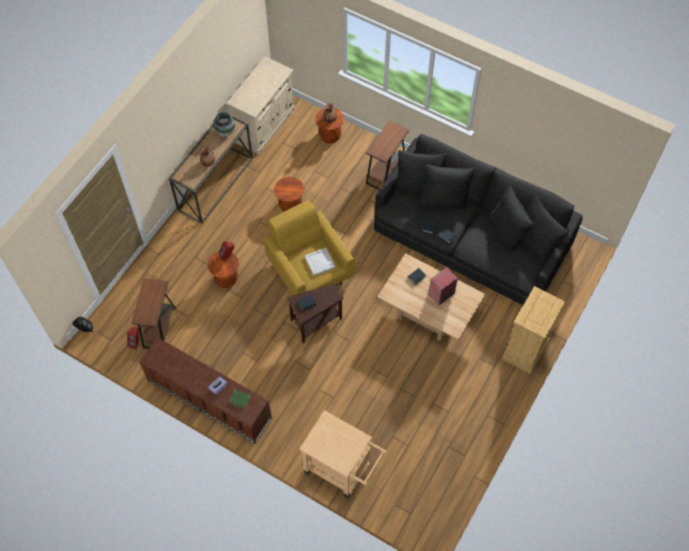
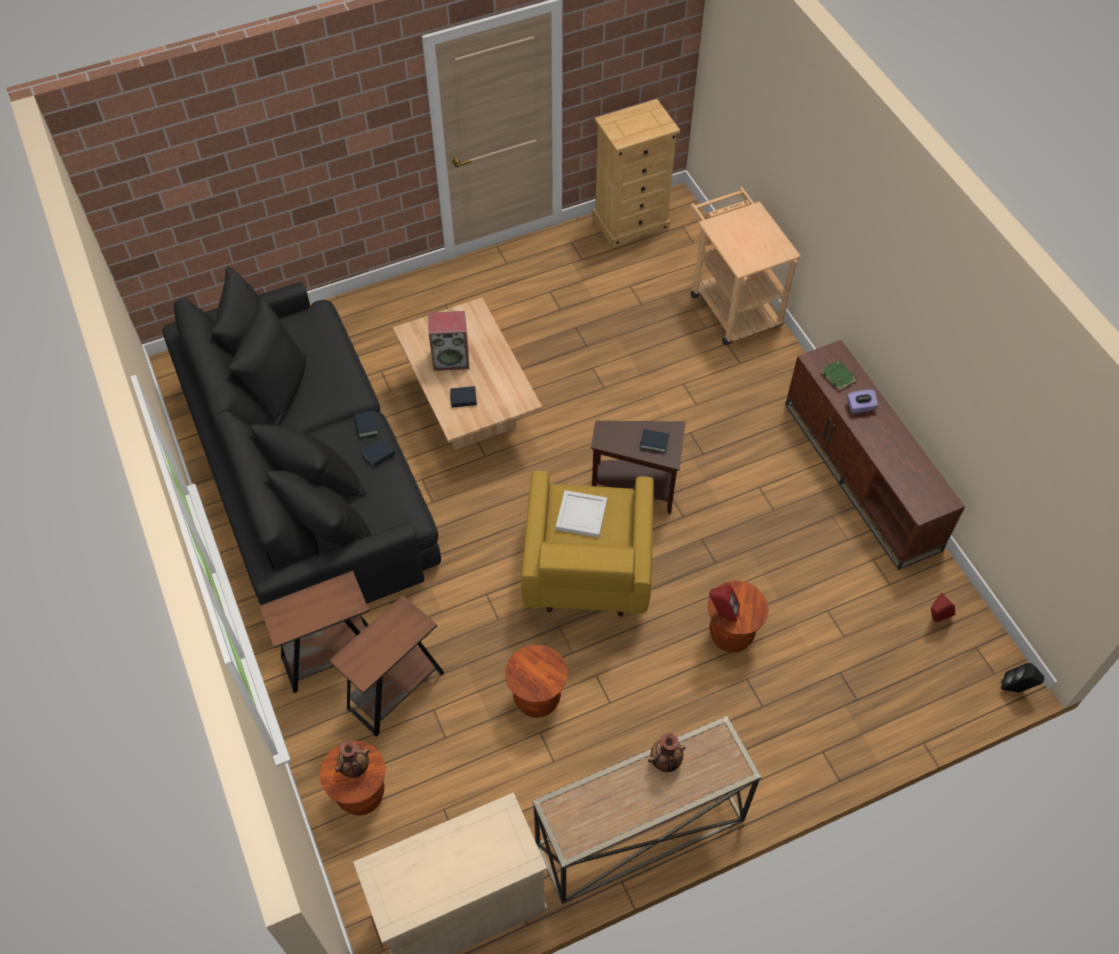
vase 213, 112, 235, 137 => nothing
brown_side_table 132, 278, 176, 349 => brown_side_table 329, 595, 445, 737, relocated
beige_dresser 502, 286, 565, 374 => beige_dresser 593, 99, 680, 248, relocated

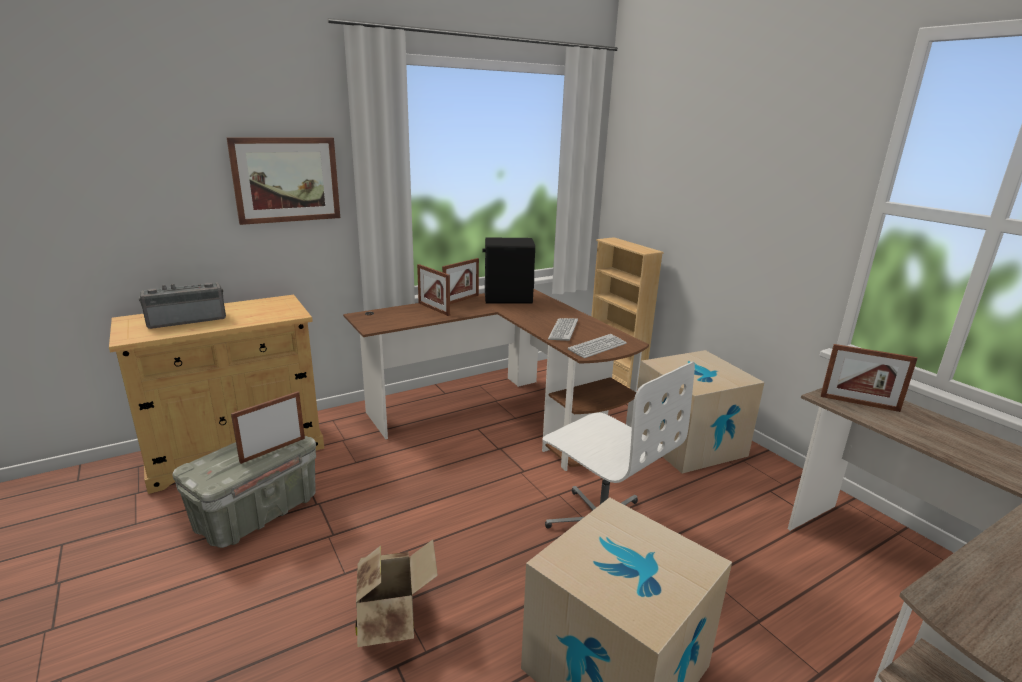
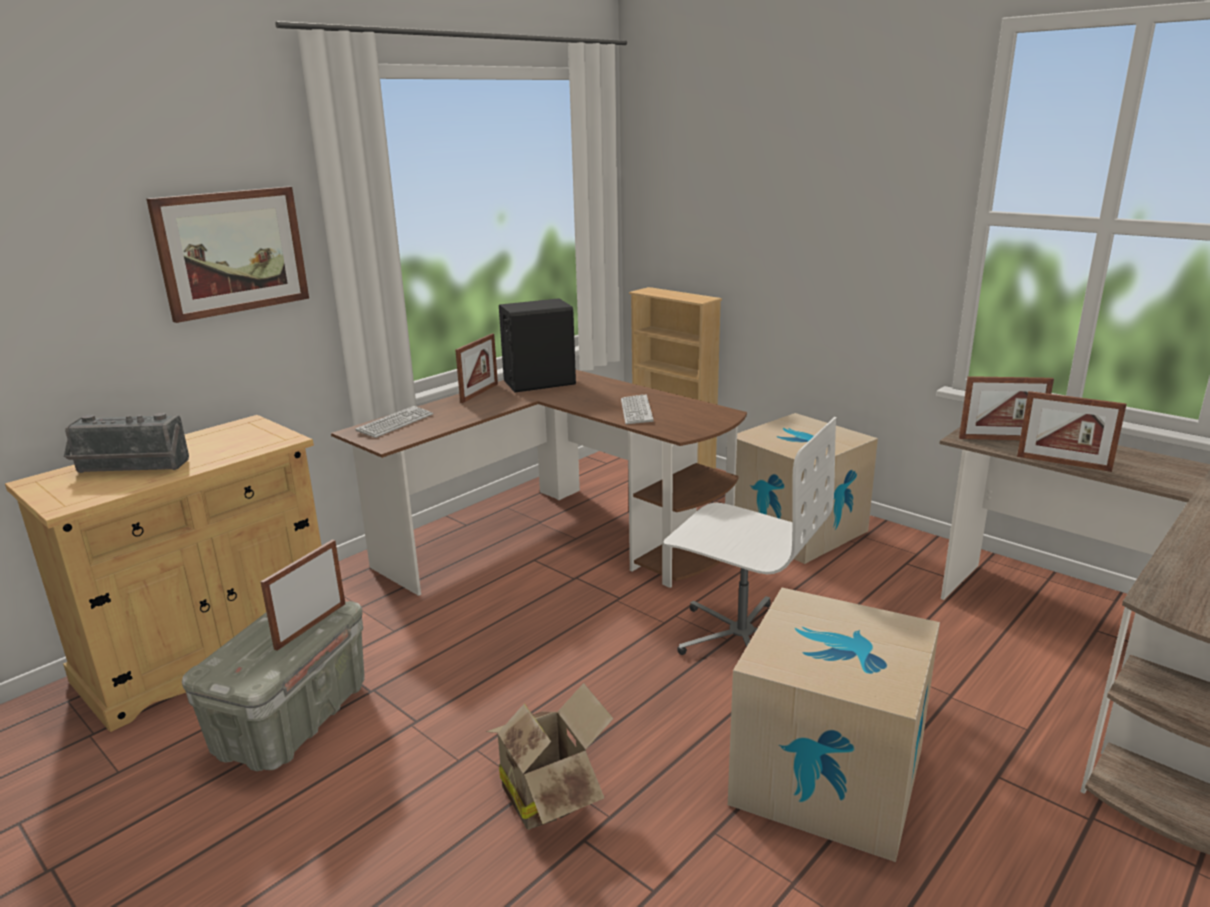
picture_frame 417, 264, 450, 316 => picture_frame 1017, 391, 1127, 472, relocated
keyboard 568, 334, 627, 358 => keyboard 355, 406, 433, 438, relocated
radio 139, 282, 226, 329 => radio 64, 413, 189, 473, 135 degrees counterclockwise

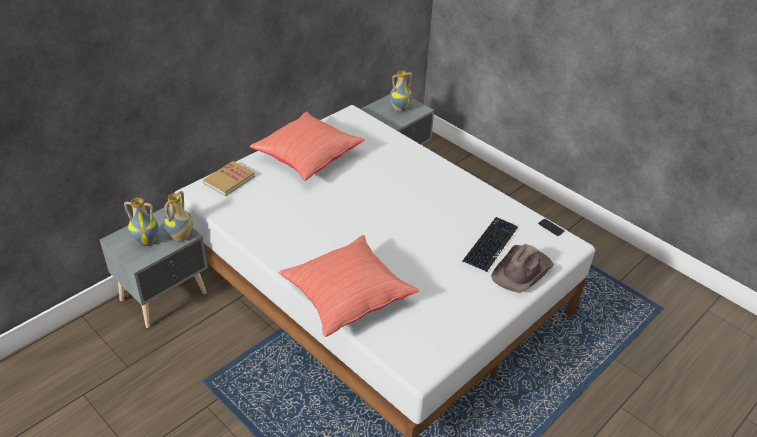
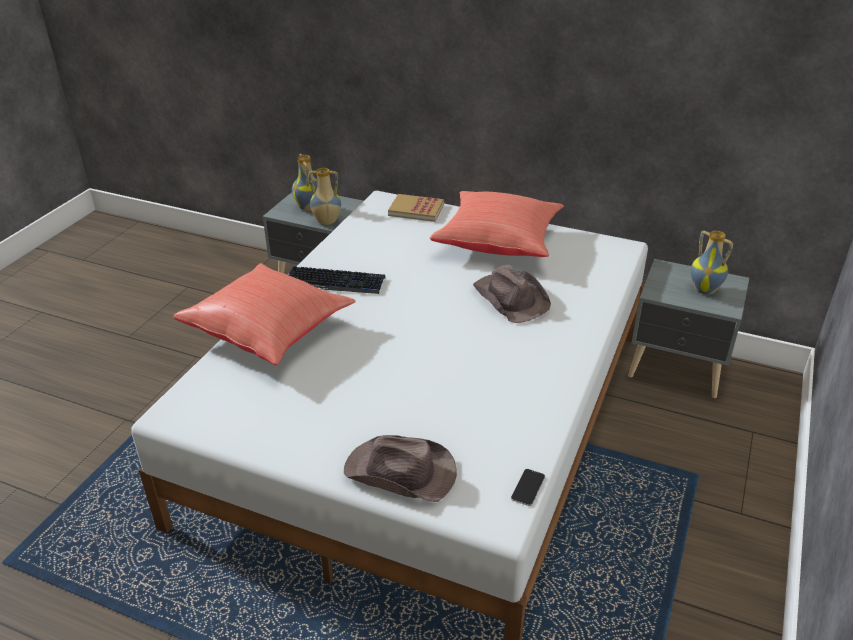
nothing => brown_hat 473, 265, 551, 323
keyboard 462, 217, 518, 272 => keyboard 289, 266, 385, 294, relocated

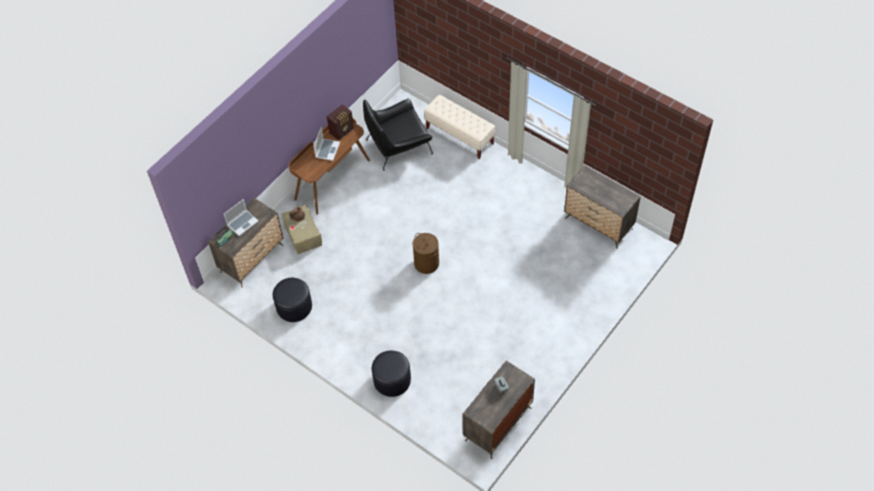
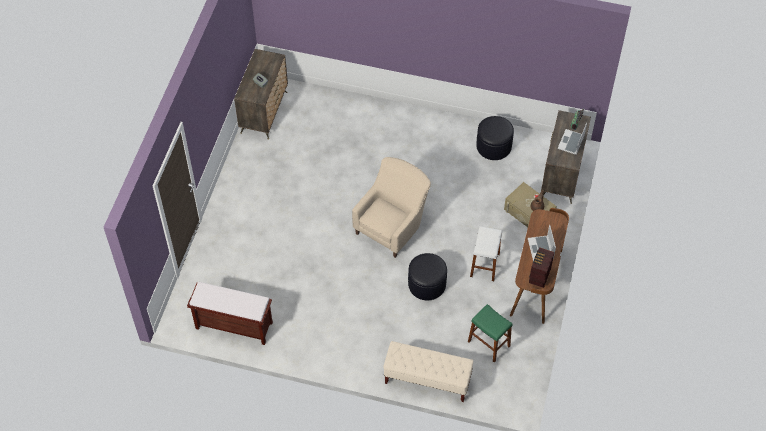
nothing => white_stool 470, 226, 502, 281
black_ottoman 372, 351, 411, 397 => black_ottoman 408, 253, 447, 300, relocated
black_armchair 363, 99, 433, 171 => green_stool 468, 304, 513, 362
brown_laundry_basket 413, 233, 439, 274 => beige_armchair 352, 157, 431, 258
dresser 564, 165, 641, 249 => brown_bench 187, 281, 273, 345

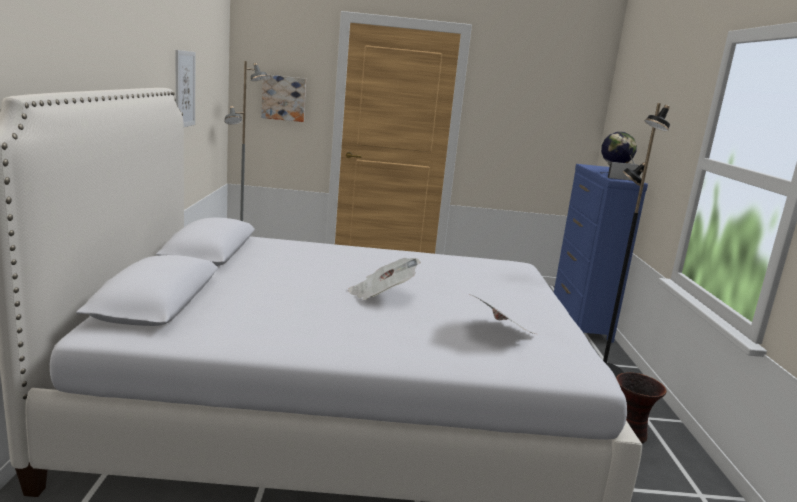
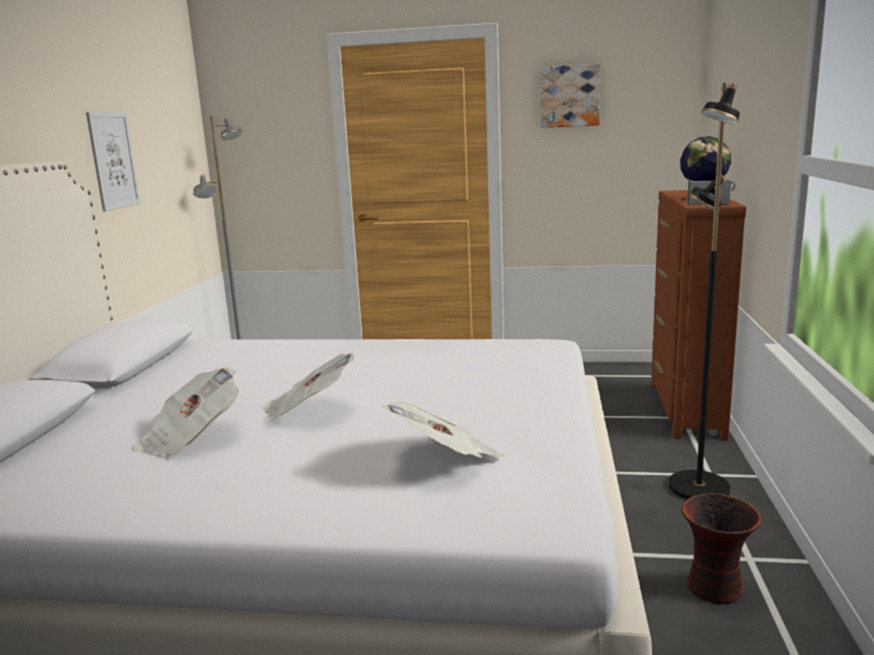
nothing => newspaper 135, 367, 239, 455
picture 261, 75, 306, 122 => picture 540, 64, 601, 128, relocated
blue_dresser 554, 164, 648, 343 => brown_dresser 651, 190, 746, 440

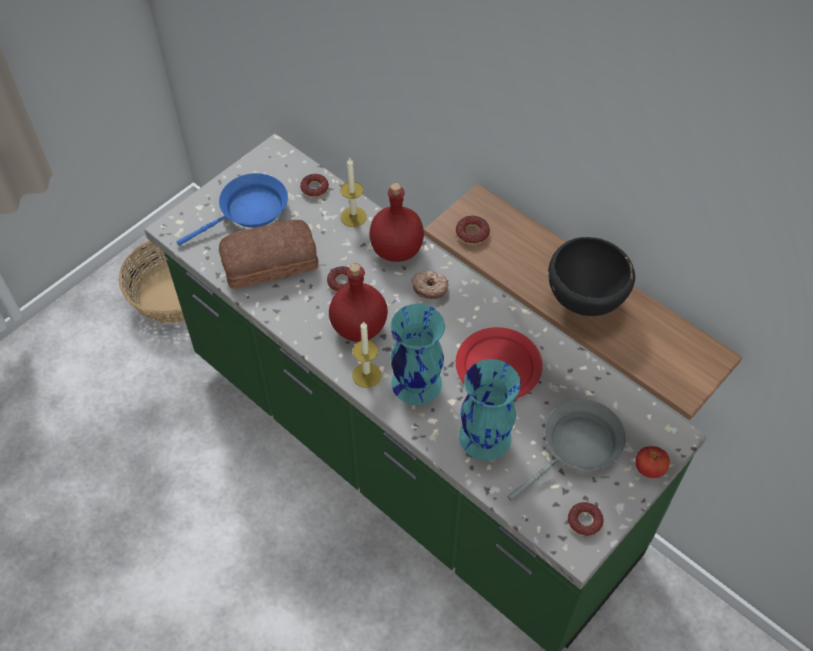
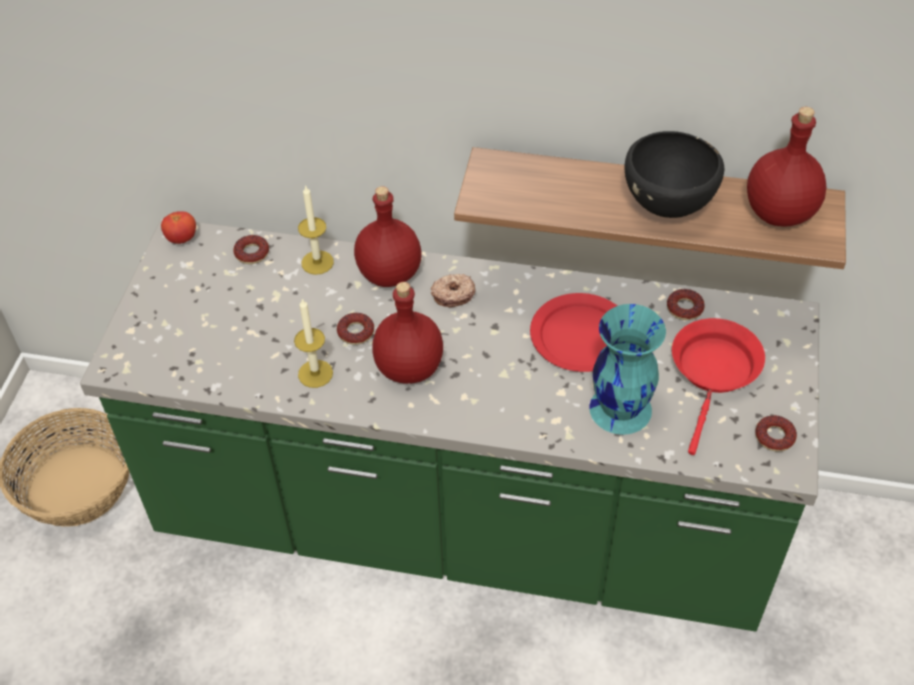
blue_frying_pan 176, 173, 288, 246 => nothing
bread 219, 220, 319, 289 => nothing
turquoise_vase 390, 304, 445, 405 => nothing
nothing => red_bottle 747, 107, 827, 227
candle 352, 321, 381, 388 => candle 294, 298, 333, 388, relocated
donut 456, 216, 490, 245 => donut 667, 289, 705, 320, relocated
tomato 636, 446, 670, 478 => tomato 161, 211, 196, 244, relocated
grey_frying_pan 508, 399, 626, 501 => red_frying_pan 672, 318, 765, 455

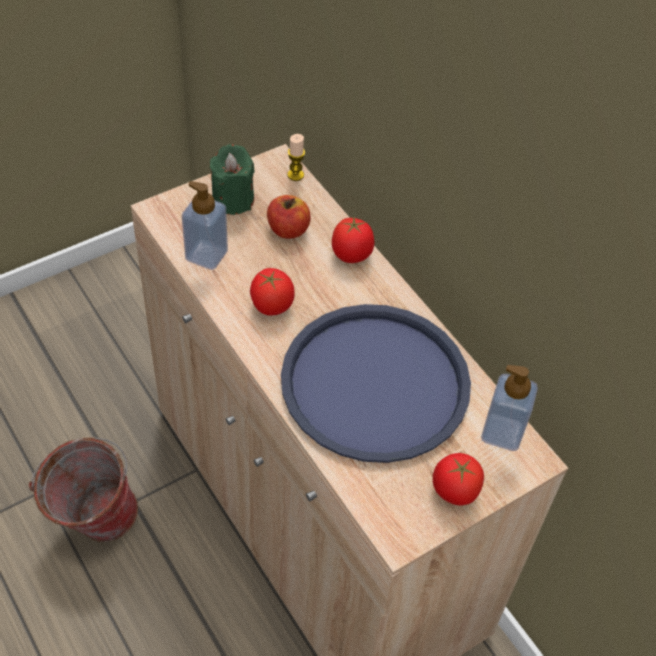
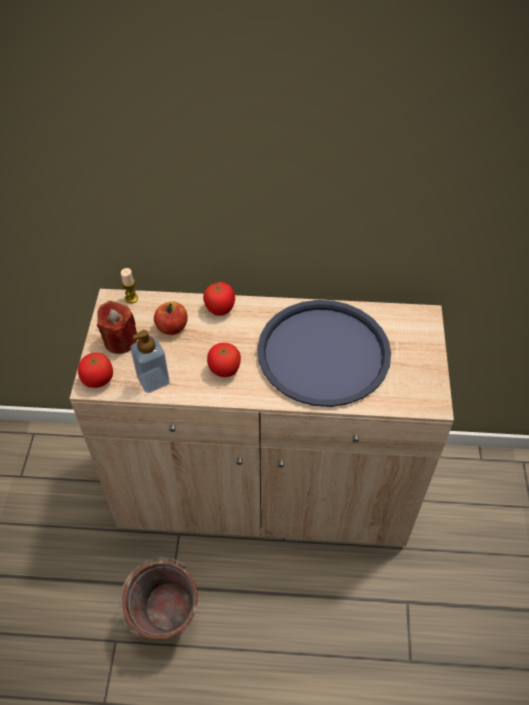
soap_dispenser 481, 365, 538, 451 => nothing
tomato 433, 453, 484, 505 => tomato 78, 352, 113, 388, relocated
green_candle 209, 144, 255, 215 => red_candle 97, 301, 137, 354

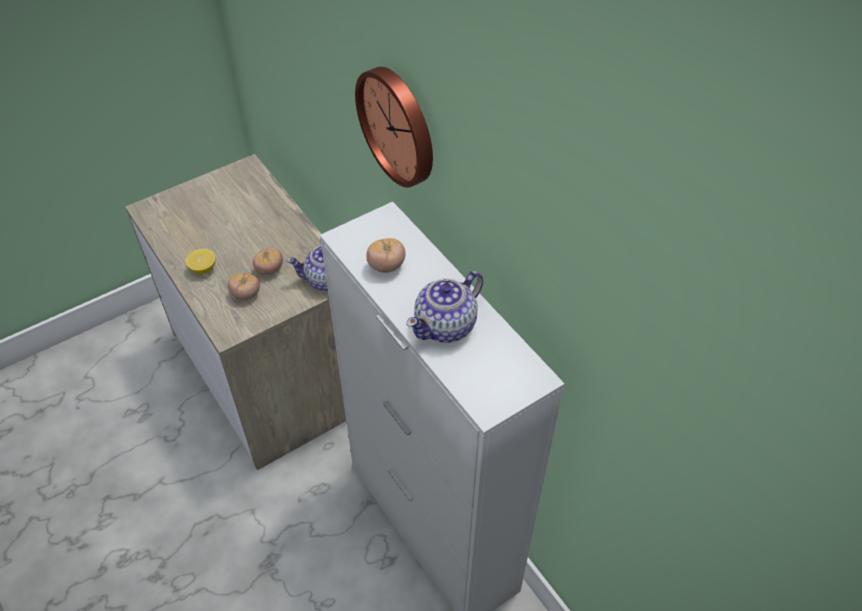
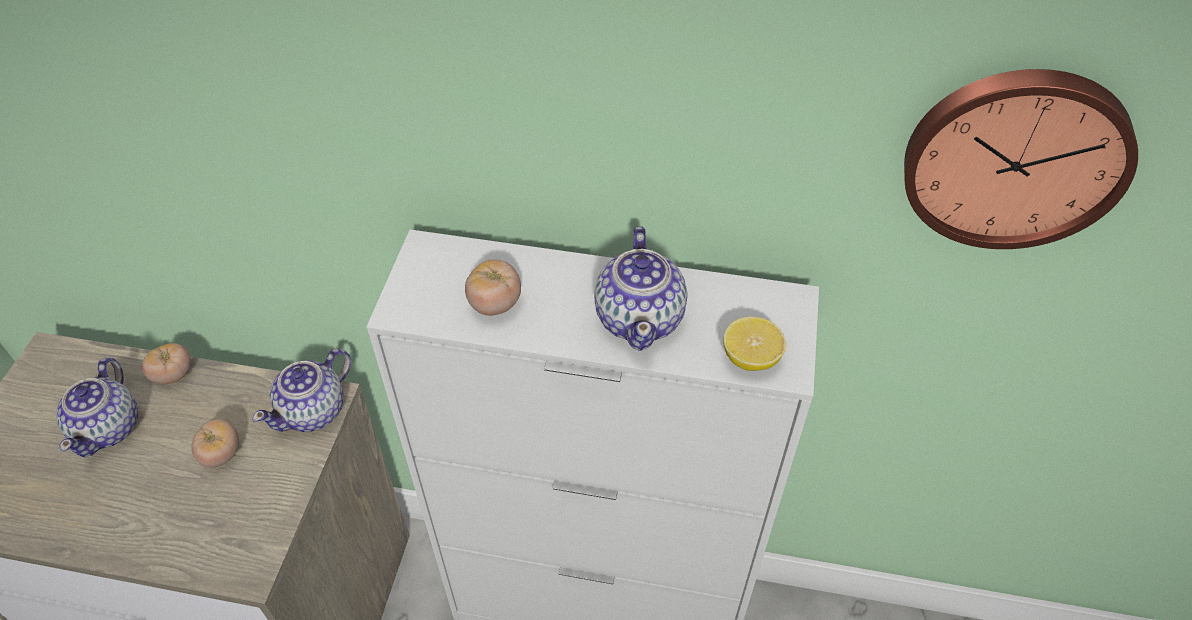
nothing => teapot 56, 358, 138, 457
lemon 186, 249, 216, 274 => lemon 723, 317, 786, 371, relocated
tomato 228, 273, 260, 300 => tomato 142, 343, 191, 384, relocated
wall_clock 355, 67, 433, 187 => wall_clock 904, 69, 1138, 249, relocated

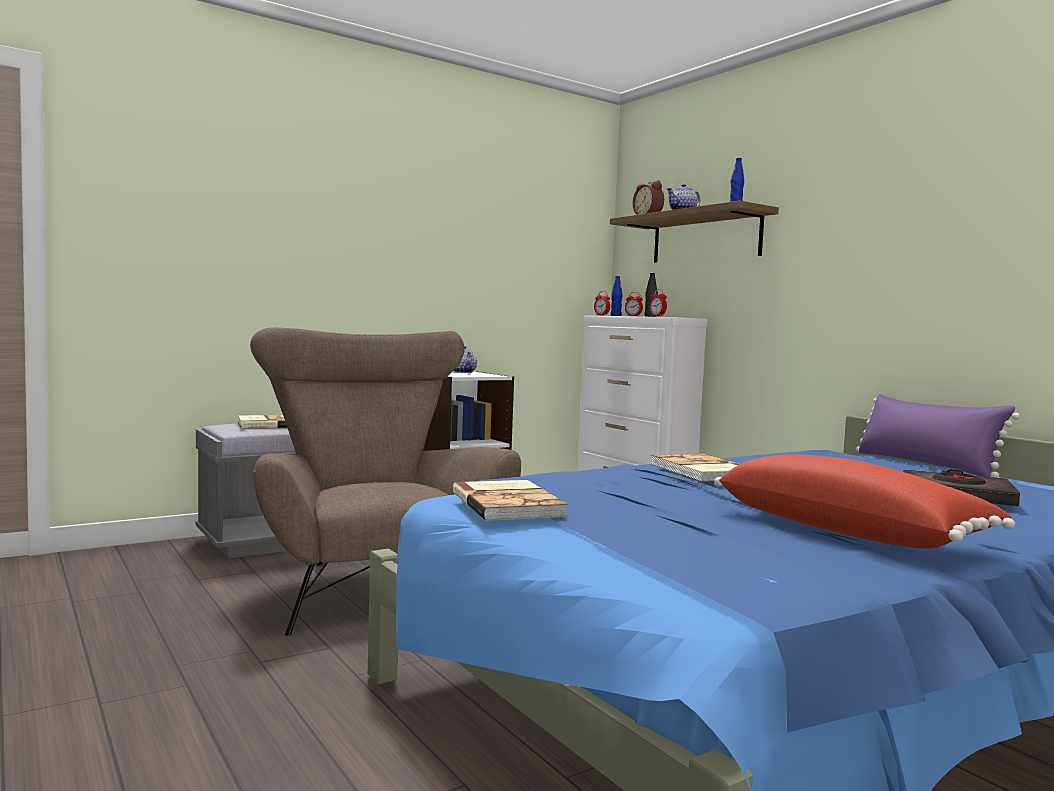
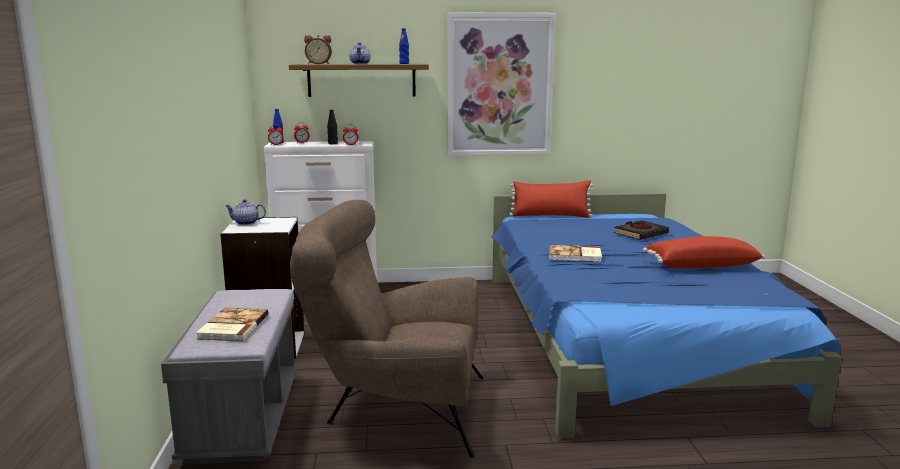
book 453, 480, 568, 521 => nothing
nothing => picture 447, 12, 556, 156
purple_pillow 856, 394, 1020, 478 => red_pillow 509, 180, 593, 218

